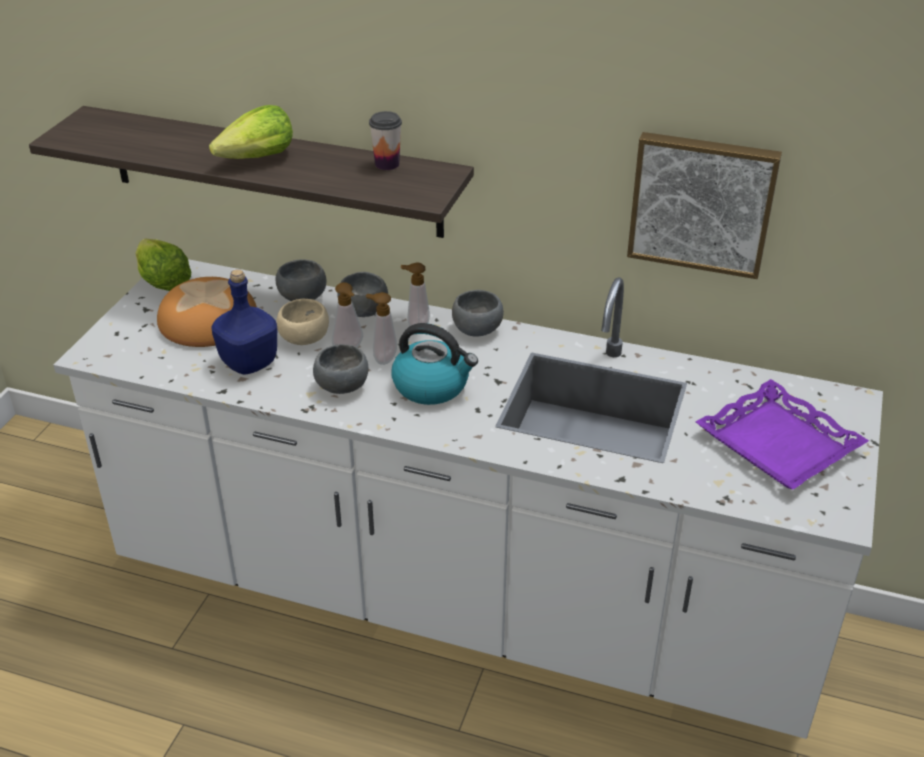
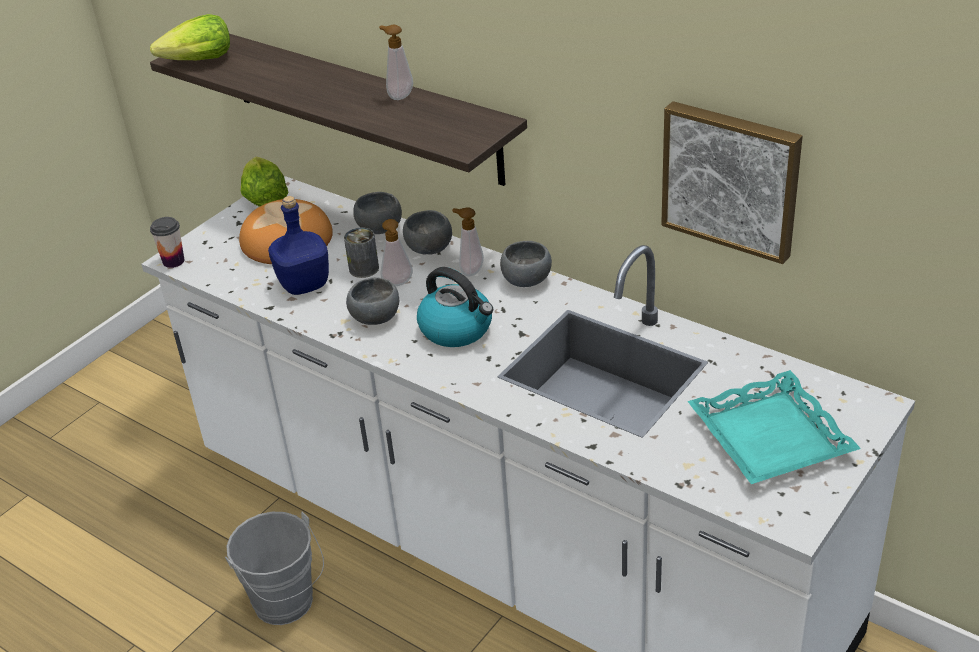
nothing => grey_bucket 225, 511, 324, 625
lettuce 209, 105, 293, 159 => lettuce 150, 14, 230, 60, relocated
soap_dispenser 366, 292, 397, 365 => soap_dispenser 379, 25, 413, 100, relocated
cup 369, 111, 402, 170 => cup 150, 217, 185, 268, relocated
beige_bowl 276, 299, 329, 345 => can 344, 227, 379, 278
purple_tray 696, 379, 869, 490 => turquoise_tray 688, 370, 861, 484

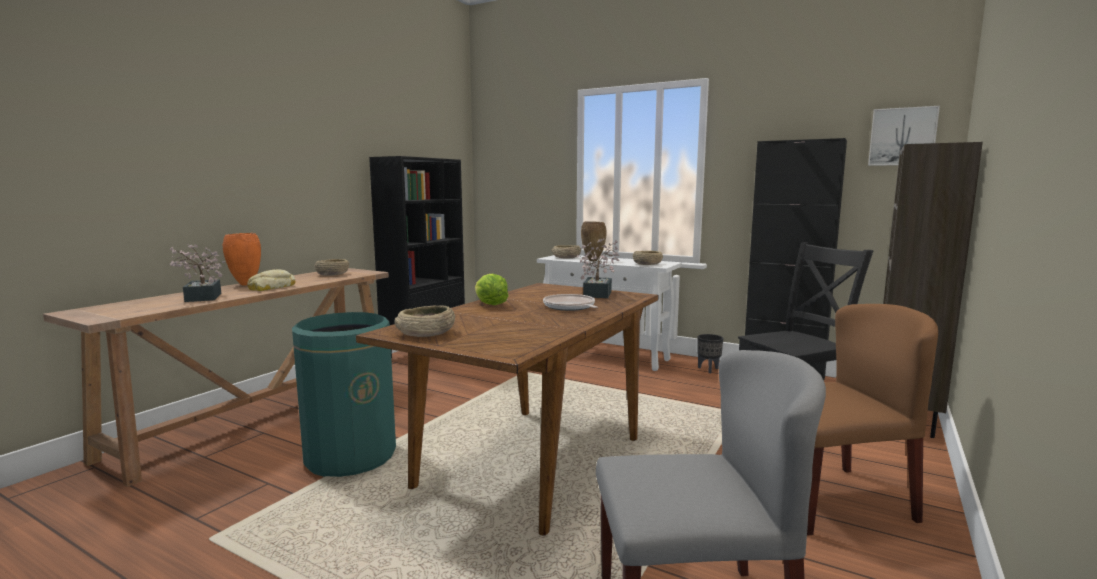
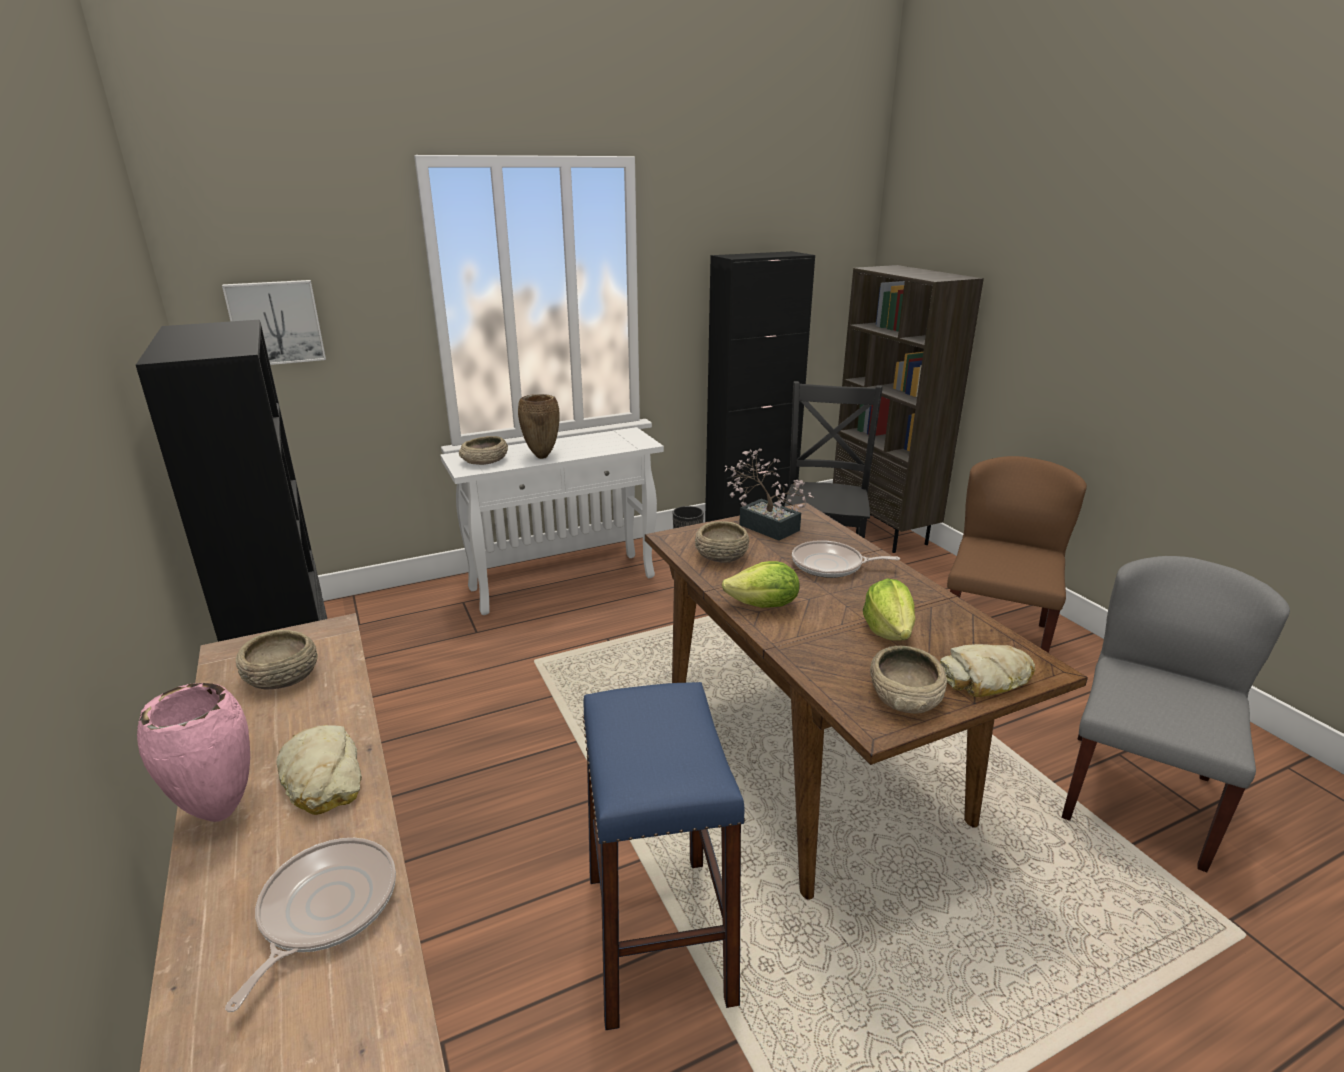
nothing => lettuce 863, 579, 915, 641
nothing => bread 940, 644, 1035, 697
beige_bowl 633, 251, 663, 265 => beige_bowl 695, 521, 749, 563, relocated
picture 868, 106, 940, 166 => picture 222, 280, 326, 365, relocated
potted_plant 170, 244, 225, 302 => frying_pan 225, 838, 396, 1012
green_trash_can 292, 312, 396, 477 => blue_stool 582, 682, 745, 1030
orange_vase 223, 233, 261, 285 => pink_vase 137, 683, 250, 822

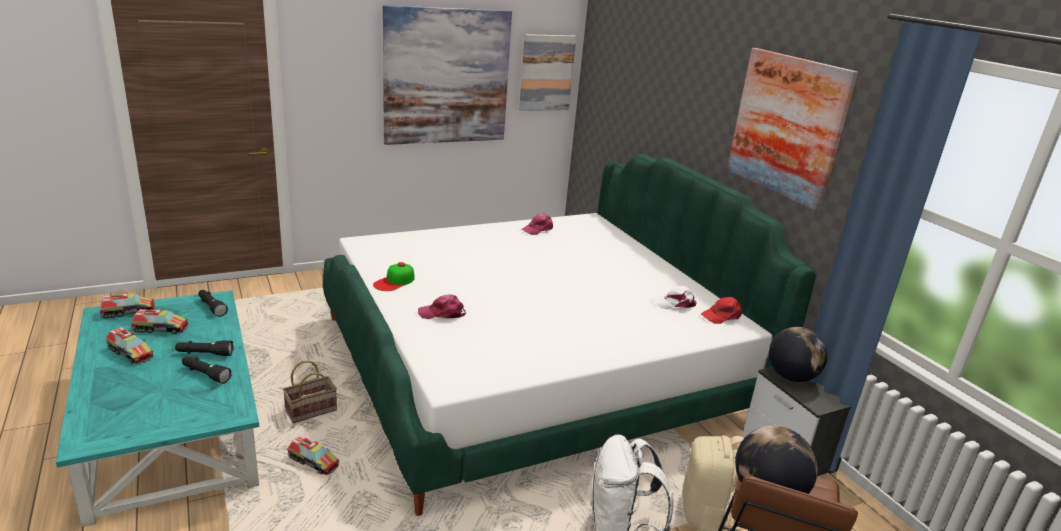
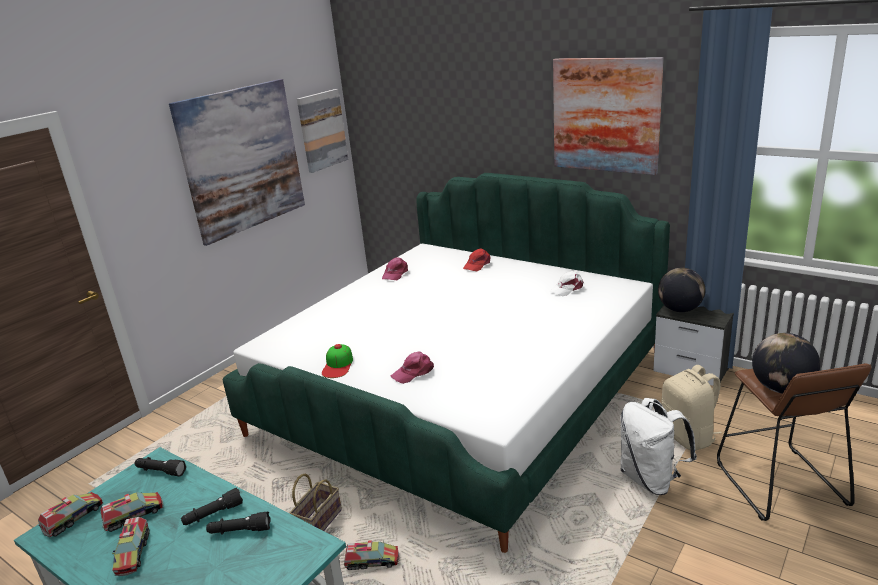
red_cap 701, 297, 742, 324 => red_cap 463, 248, 490, 271, relocated
toy_truck 106, 327, 154, 364 => toy_truck 112, 517, 150, 576, 75 degrees clockwise

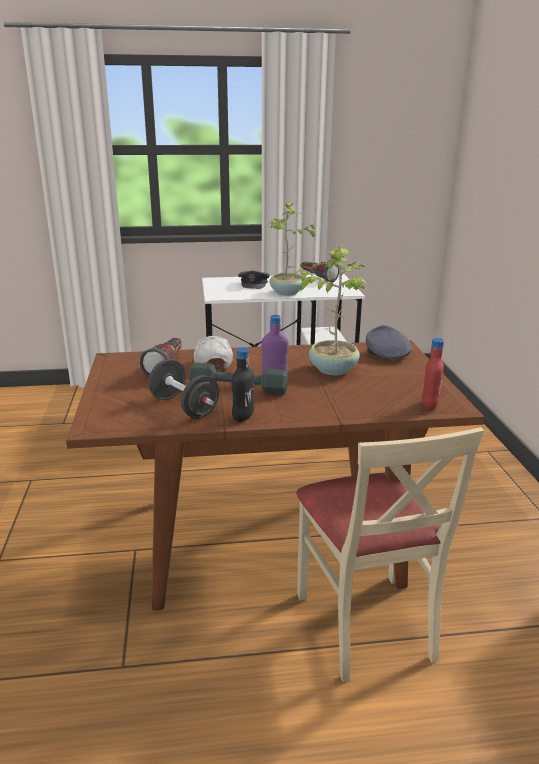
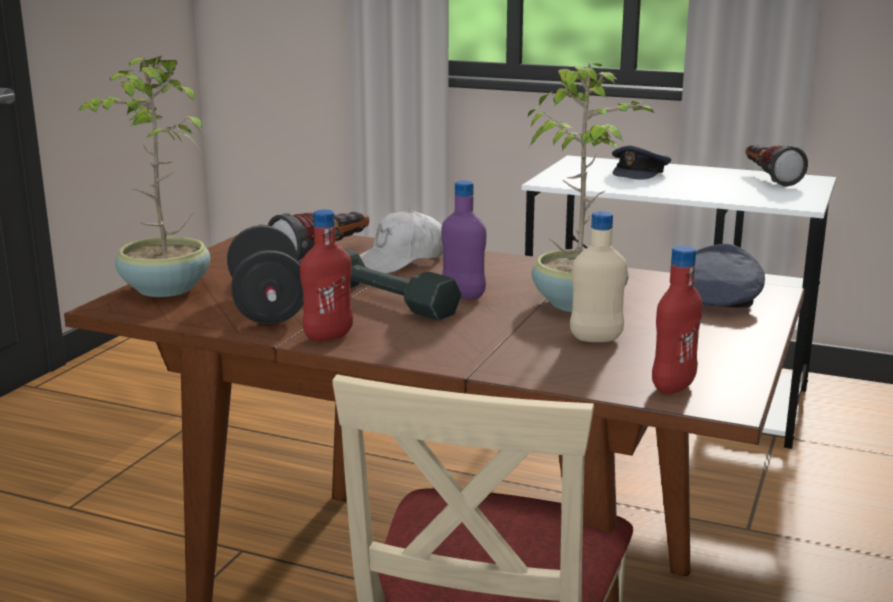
nothing => beige_bottle 570, 211, 627, 342
potted_plant 268, 201, 315, 296 => potted_plant 78, 56, 211, 297, relocated
black_bottle 232, 347, 254, 422 => red_bottle 300, 209, 353, 341
white_cap 194, 336, 233, 370 => white_cap 359, 210, 443, 274, 150 degrees counterclockwise

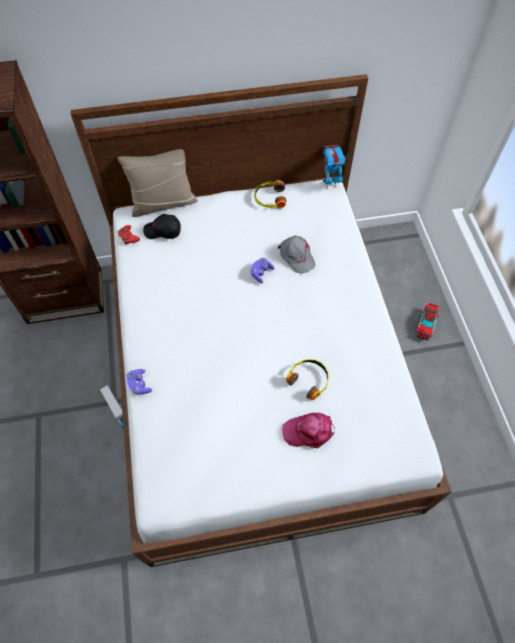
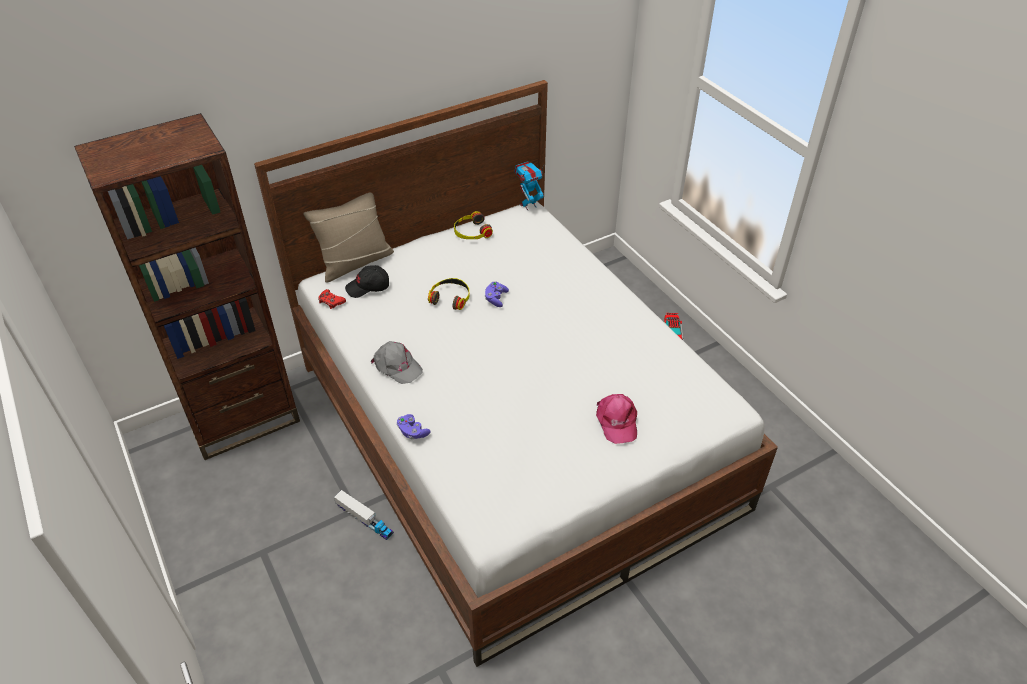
grey_cap 278, 236, 316, 274 => grey_cap 371, 341, 423, 384, relocated
headphones 286, 359, 329, 400 => headphones 428, 278, 470, 310, relocated
pink_cap 282, 413, 335, 448 => pink_cap 596, 394, 637, 444, 75 degrees counterclockwise

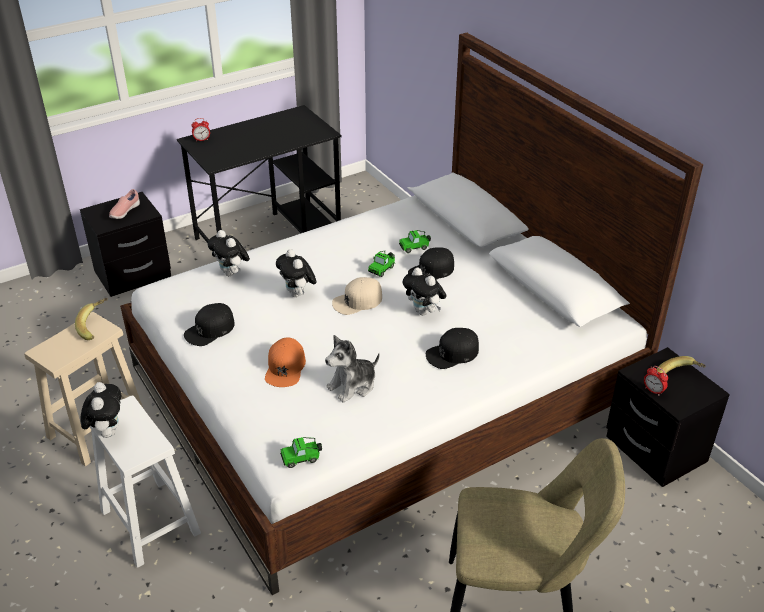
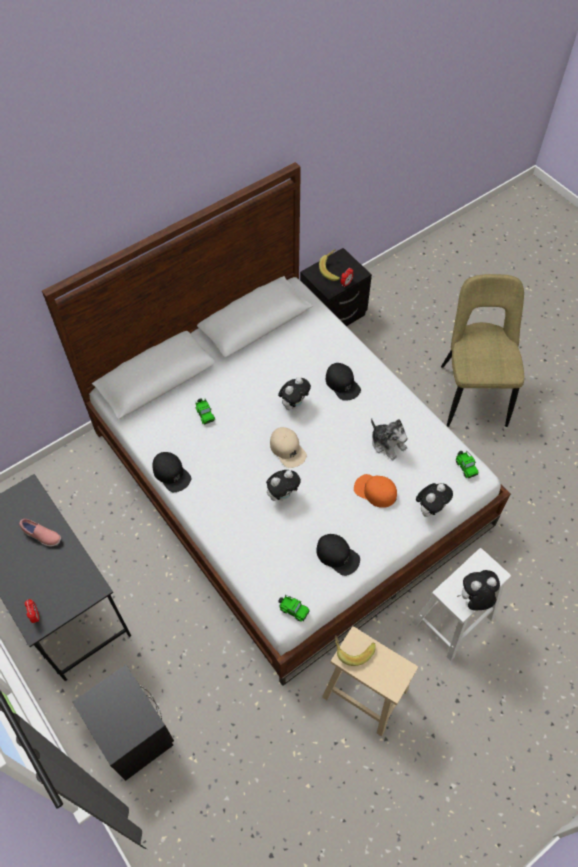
pink_shoe 109, 189, 140, 219 => pink_shoe 19, 519, 61, 546, relocated
plush_toy 208, 230, 250, 276 => plush_toy 416, 483, 453, 517, relocated
toy_car 368, 251, 395, 277 => toy_car 278, 595, 309, 622, relocated
black_cap 408, 247, 454, 280 => black_cap 152, 452, 191, 492, relocated
orange_cap 265, 337, 306, 387 => orange_cap 354, 474, 397, 508, 150 degrees counterclockwise

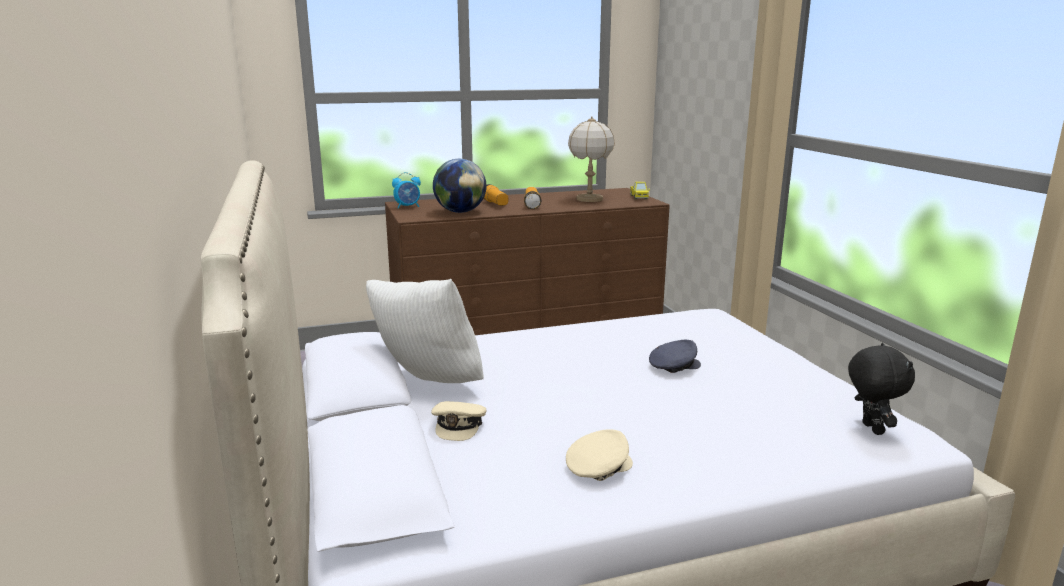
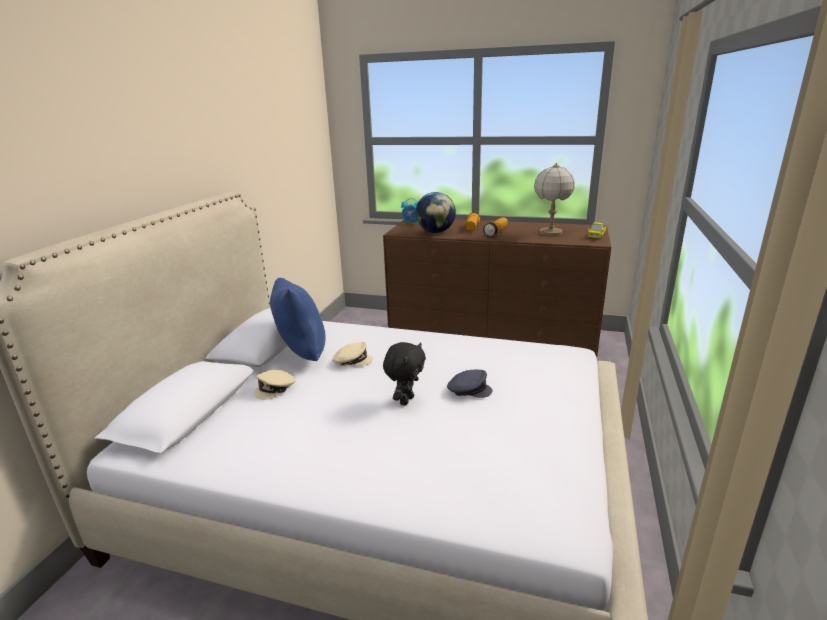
beige_cap 566, 429, 633, 481 => beige_cap 332, 342, 373, 366, relocated
black_plush_toy 848, 343, 915, 435 => black_plush_toy 383, 342, 426, 405, relocated
white_pillow 366, 279, 484, 383 => blue_pillow 270, 278, 326, 361

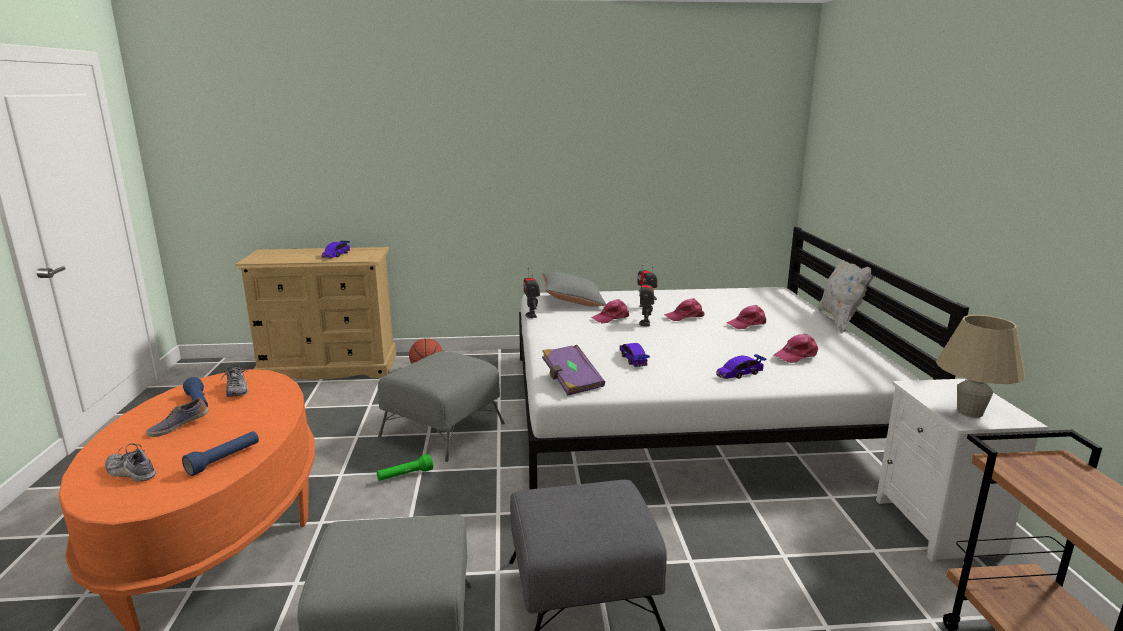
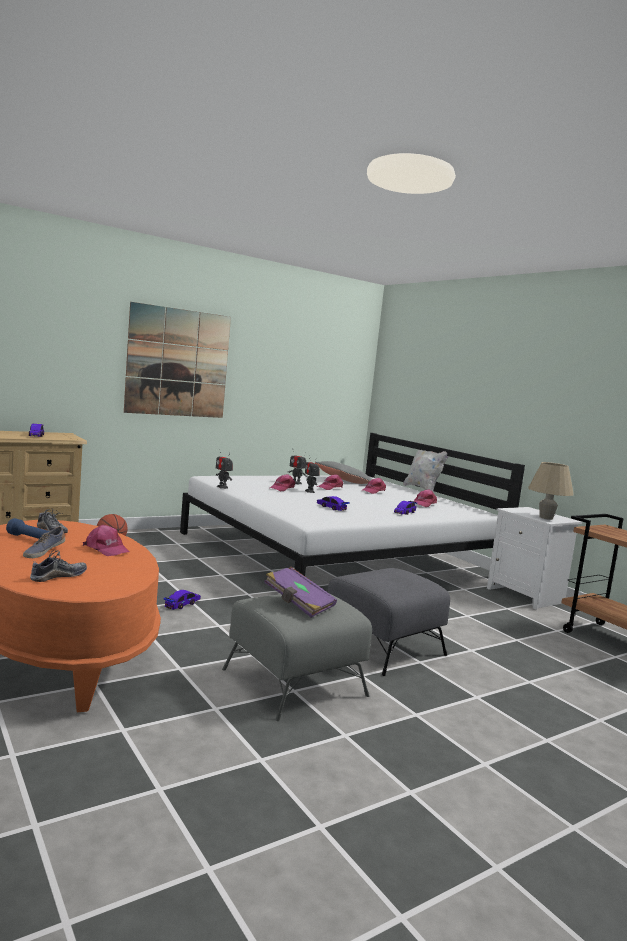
blue_flashlight 182, 431, 259, 476 => nothing
grey_ottoman 378, 351, 505, 462 => nothing
nothing => pink_cap 83, 525, 129, 556
nothing => picture 124, 302, 231, 418
grey_pillow 542, 272, 606, 306 => grey_pillow 315, 461, 372, 484, relocated
purple_book 542, 345, 605, 395 => purple_book 264, 567, 337, 617, relocated
green_flashlight 377, 454, 433, 481 => toy_car 163, 590, 201, 610
shoe 105, 443, 156, 482 => shoe 30, 550, 87, 582, 135 degrees clockwise

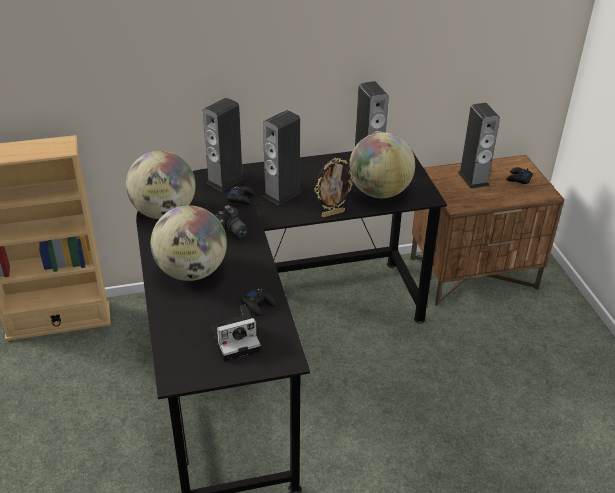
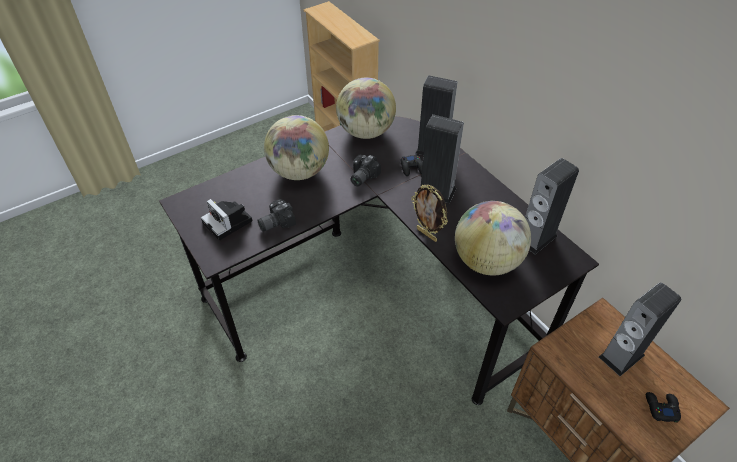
black_game_controller 241, 287, 276, 316 => photo_camera 258, 199, 296, 231

